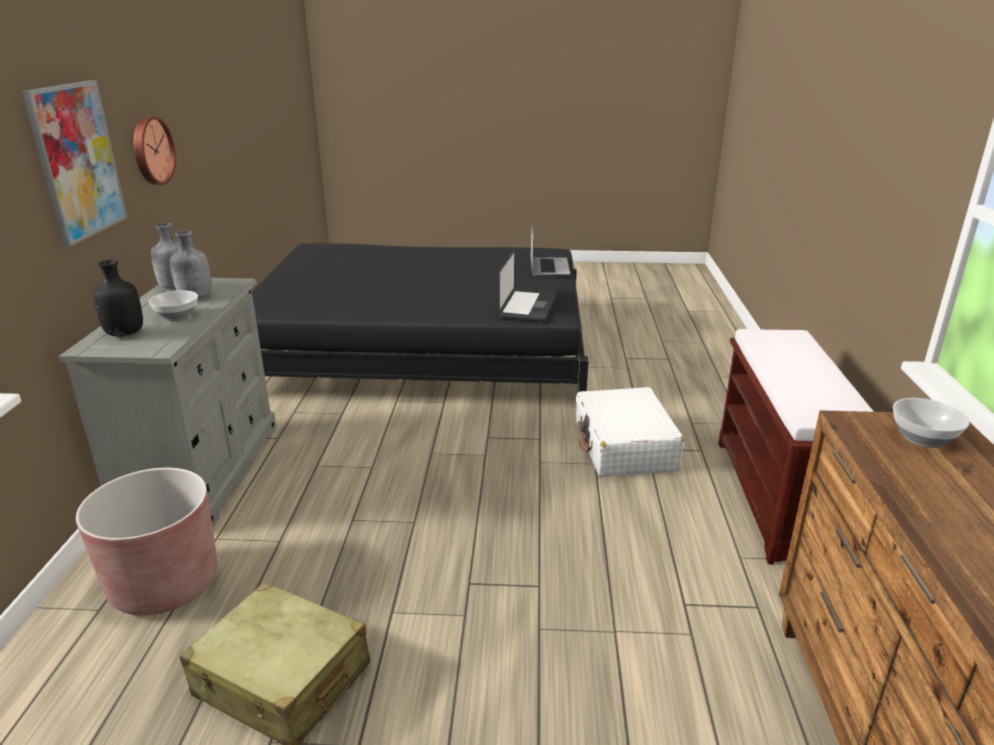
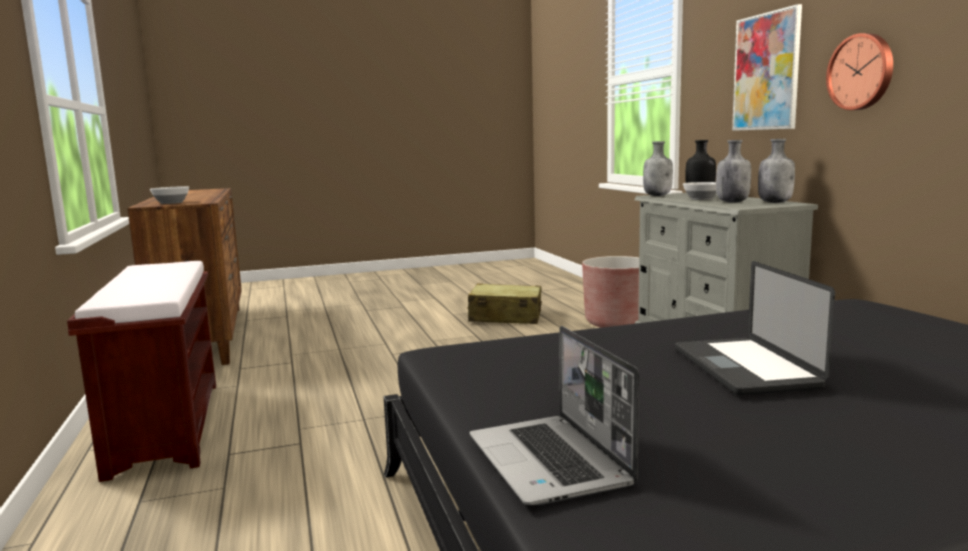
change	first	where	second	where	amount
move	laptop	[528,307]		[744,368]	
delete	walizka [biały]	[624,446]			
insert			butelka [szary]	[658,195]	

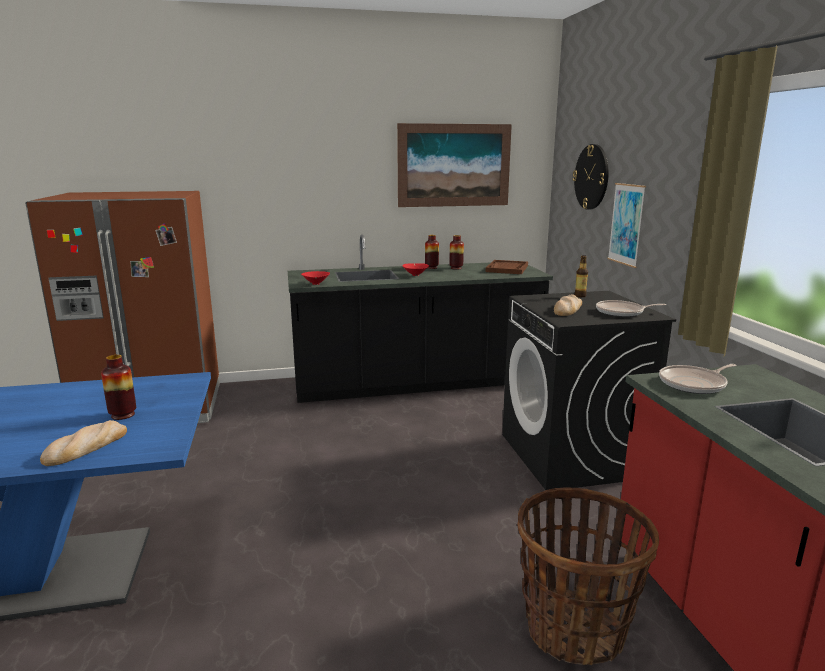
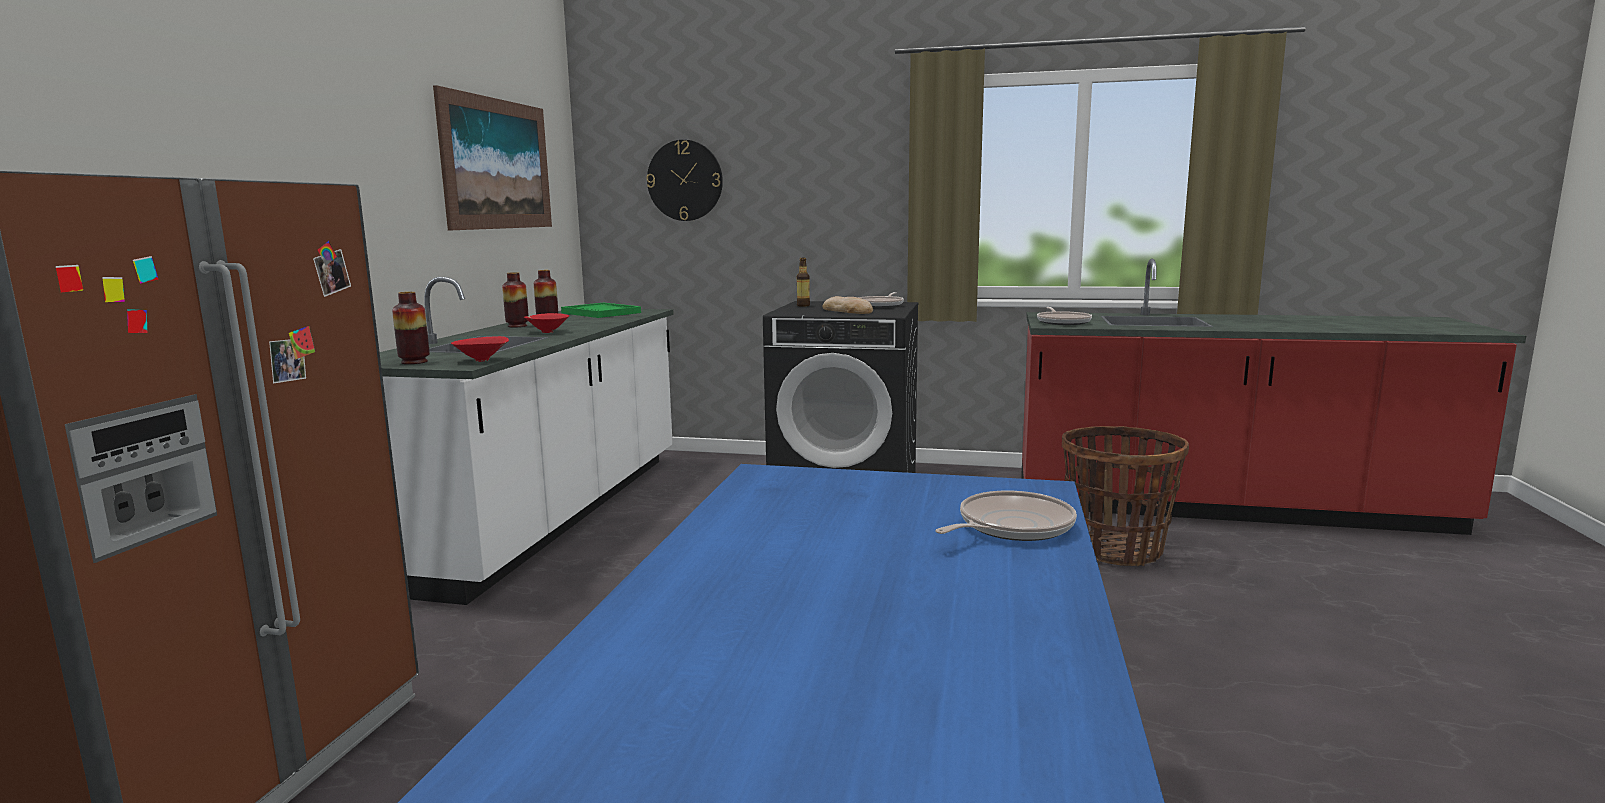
change	first	where	second	where	amount
replace	chleb	[86,447]	patelnia	[1011,526]	
move	wazon	[123,415]		[414,362]	
recolor	zabudowa kuchenna [czarny]	[417,383]	zabudowa kuchenna [biały]	[549,515]	
recolor	taca [brązowy]	[507,269]	taca [zielony]	[601,313]	
delete	obraz	[626,224]			

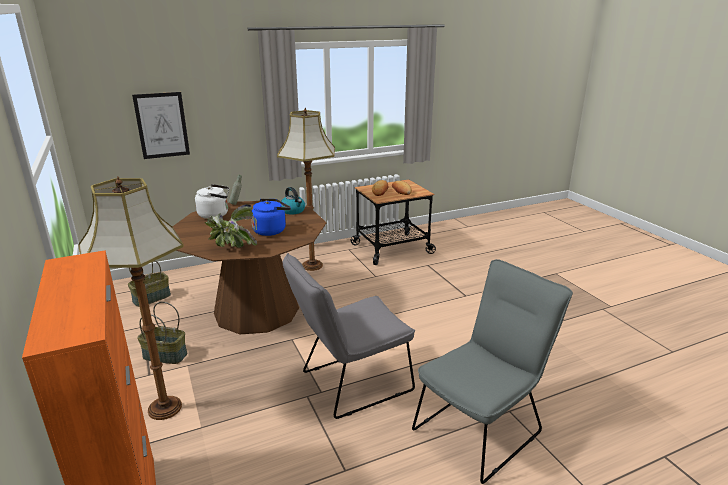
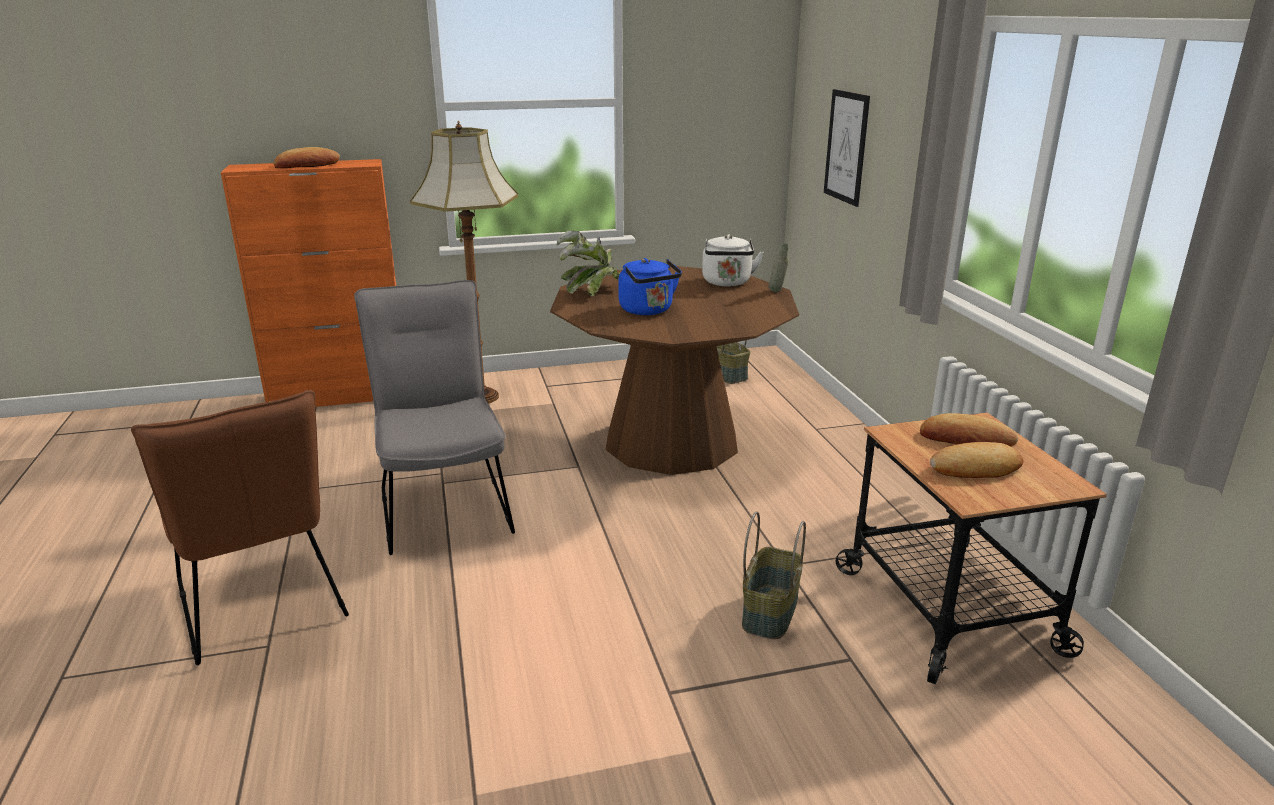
change	first	where	second	where	amount
move	koszyk	[164,356]		[769,611]	
delete	lampa stojąca	[311,265]			
delete	czajnik	[293,211]			
recolor	krzesło [szary]	[482,427]	krzesło [brązowy]	[263,607]	
insert			chleb	[307,165]	

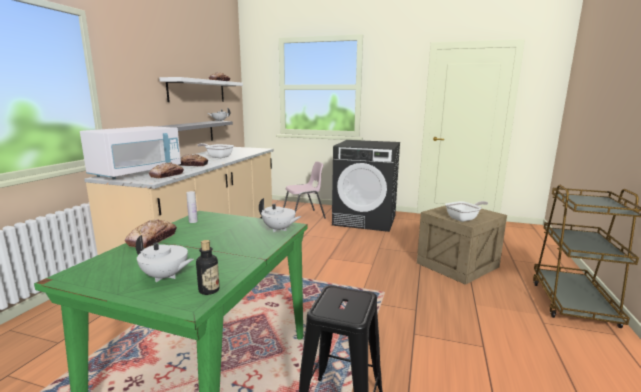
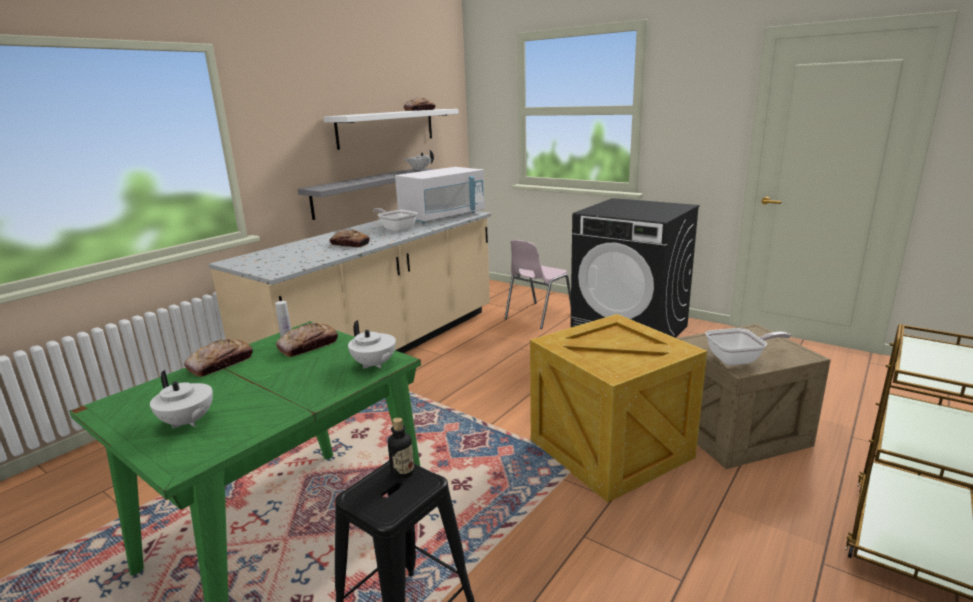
change	first	where	second	where	amount
move	mikrofalówka [biały]	[137,172]		[443,217]	
move	chleb	[167,175]		[308,346]	
move	butelka	[209,290]		[402,472]	
rotate	krzesło [różowy]	[304,216]		[537,316]	135 degrees clockwise
insert			skrzynka	[613,449]	

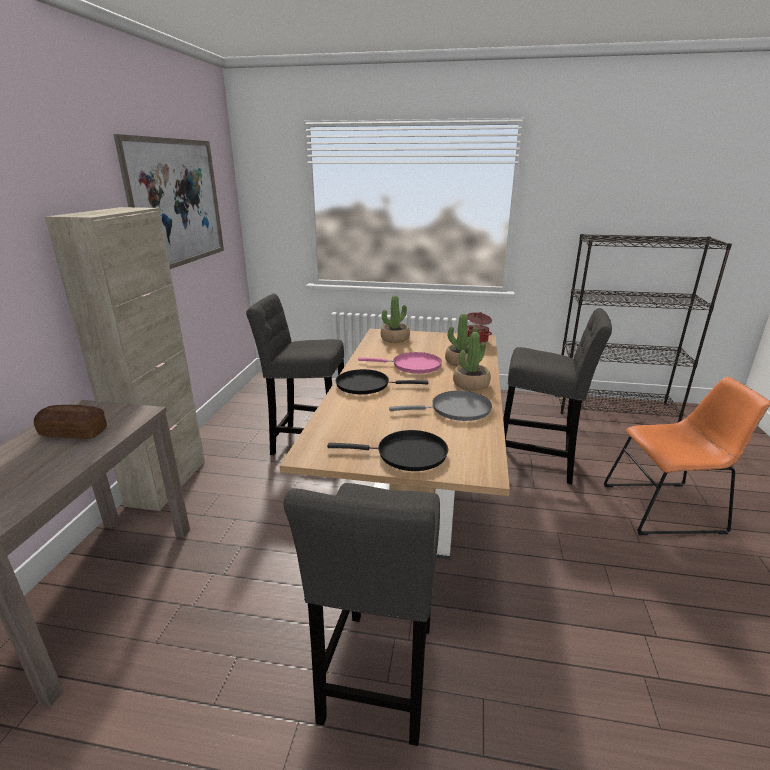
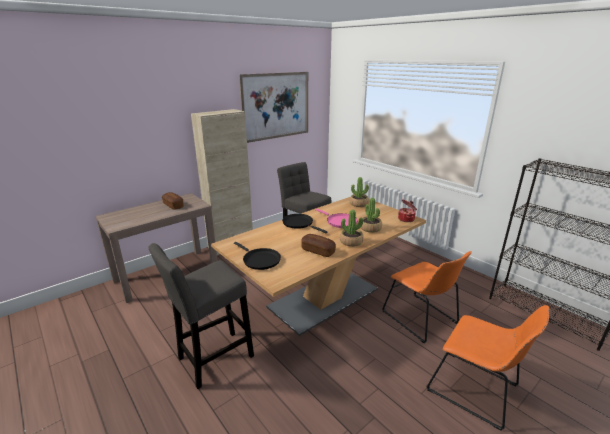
change	first	where	second	where	amount
replace	patelnia [szary]	[456,410]	chleb	[318,251]	
replace	stołek [szary]	[539,463]	krzesło [pomarańczowy]	[421,319]	

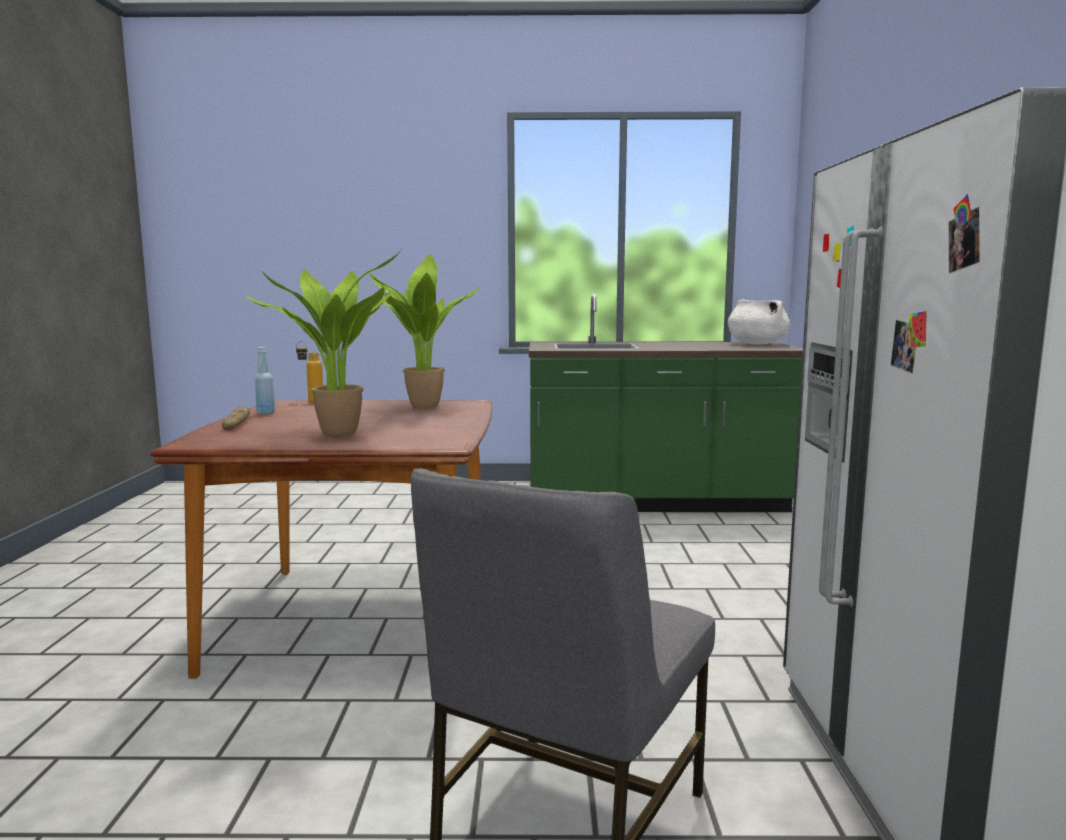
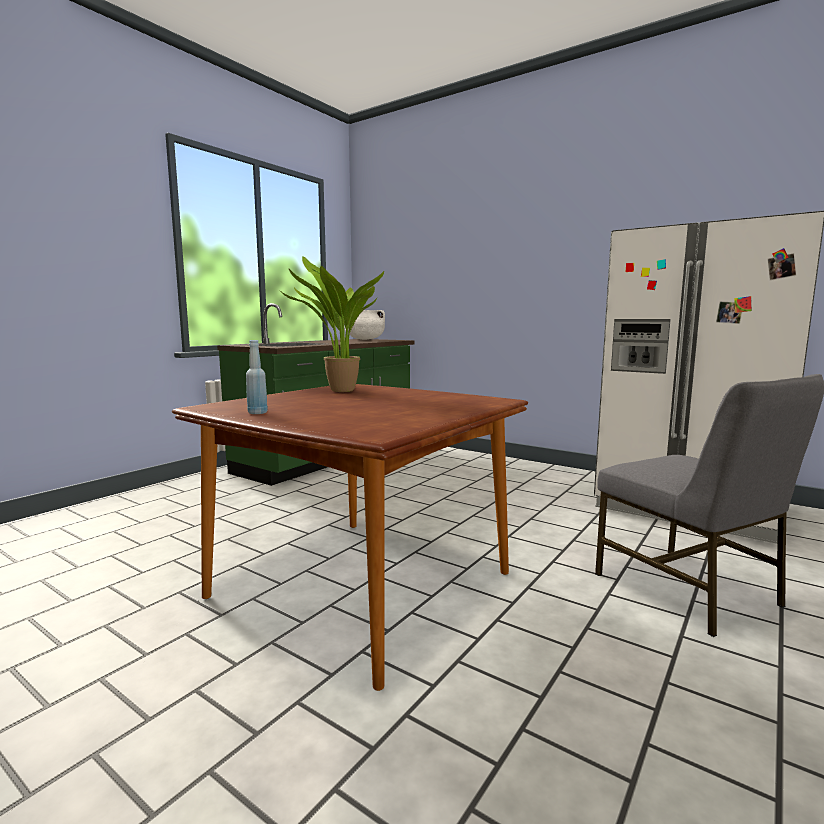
change	first	where	second	where	amount
delete	chleb	[236,424]			
delete	roślina doniczkowa	[341,433]			
delete	butelka	[310,401]			

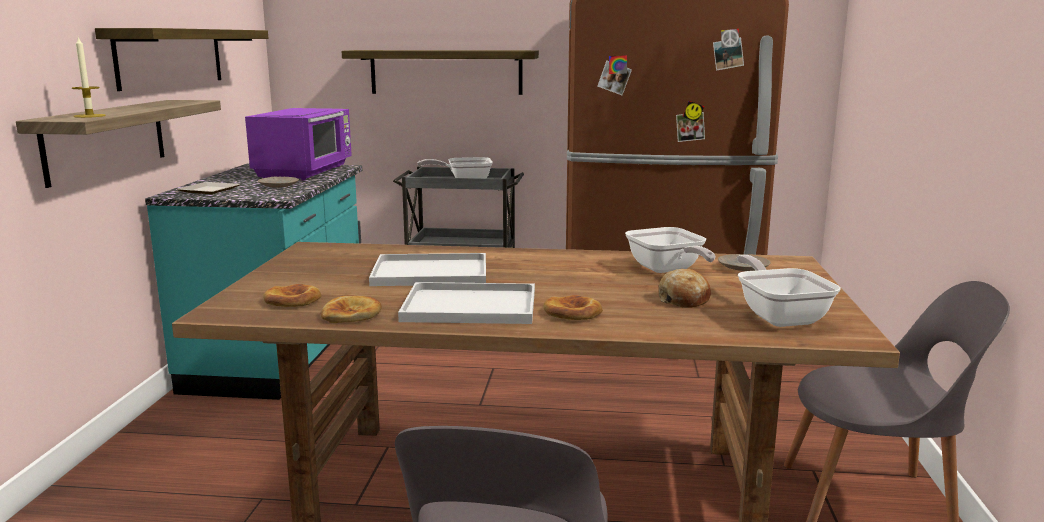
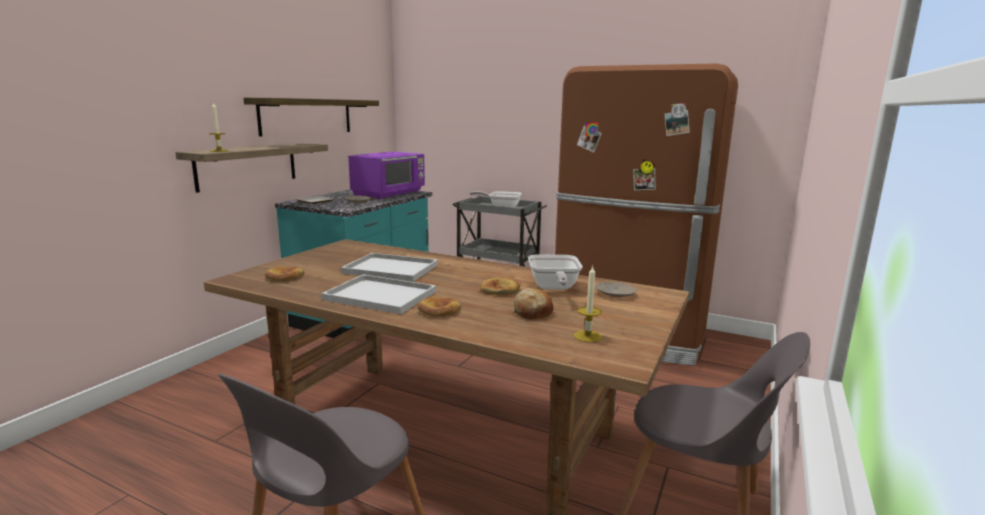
change	first	where	second	where	amount
move	chleb	[351,314]		[500,290]	
delete	półka	[446,72]			
replace	patelnia	[779,316]	świeca	[587,336]	

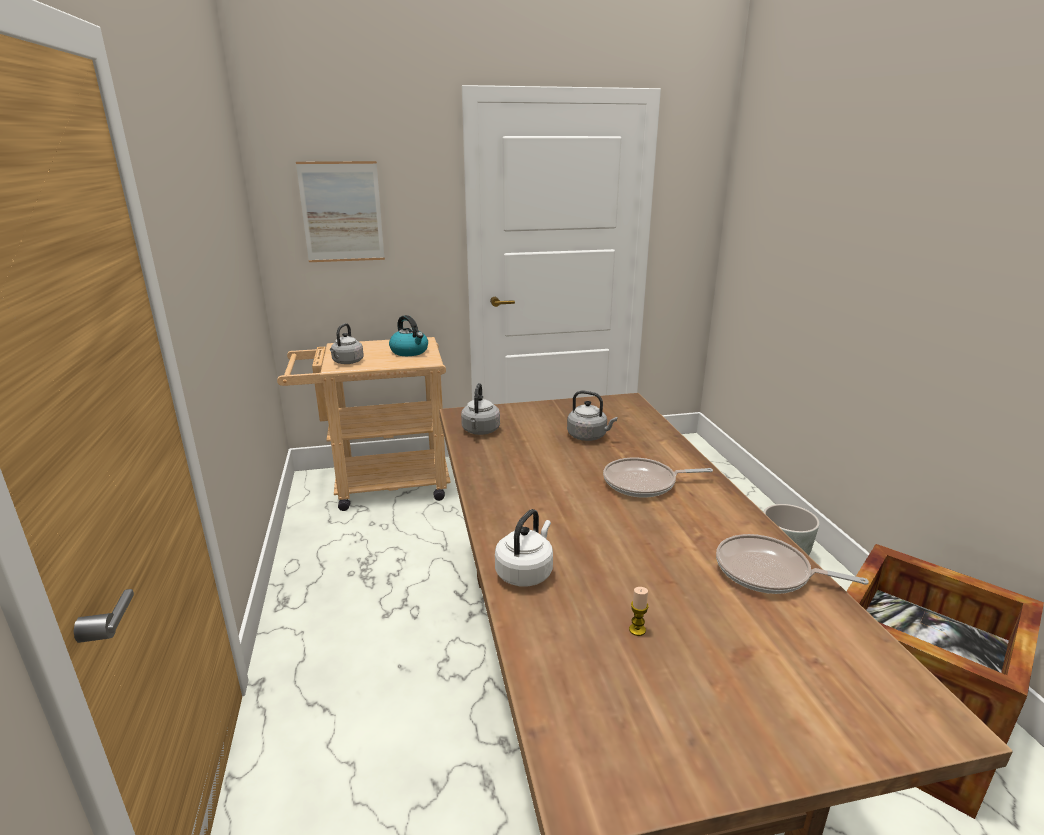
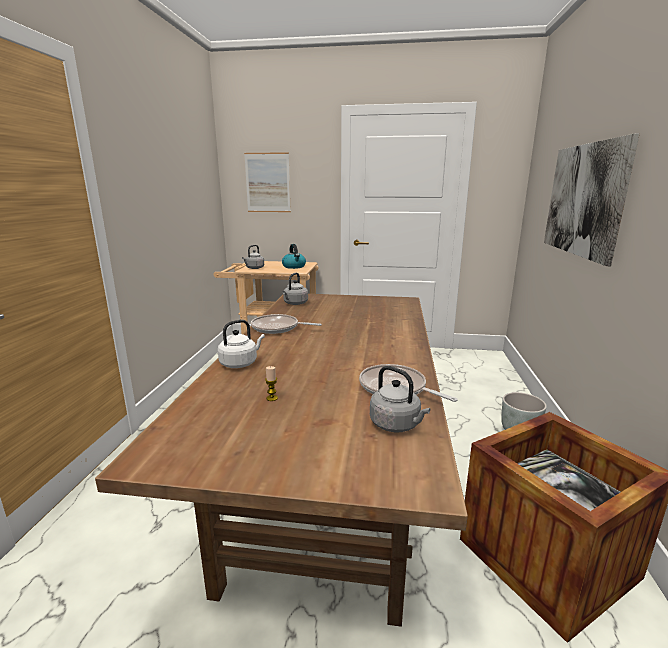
change	first	where	second	where	amount
move	czajnik [szary]	[589,436]		[397,425]	
move	patelnia	[644,483]		[278,328]	
insert			obraz	[583,200]	

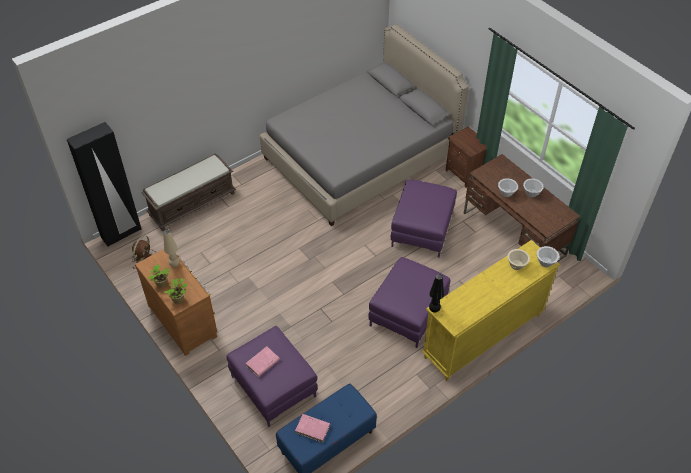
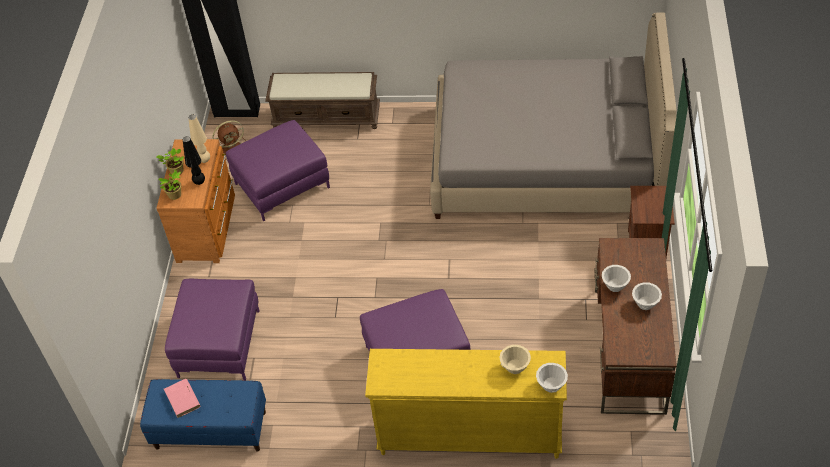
change	first	where	second	where	amount
delete	książka [różowy]	[262,363]			
move	pufa [fioletowy]	[422,230]		[282,185]	
move	lampa stołowa [czarny]	[434,310]		[199,182]	

